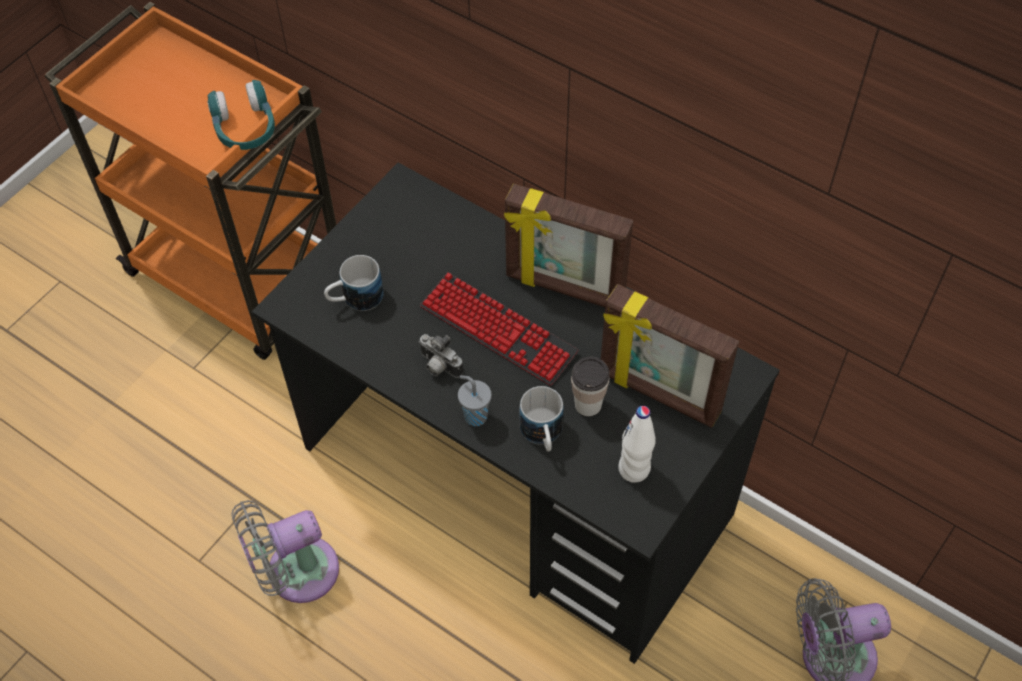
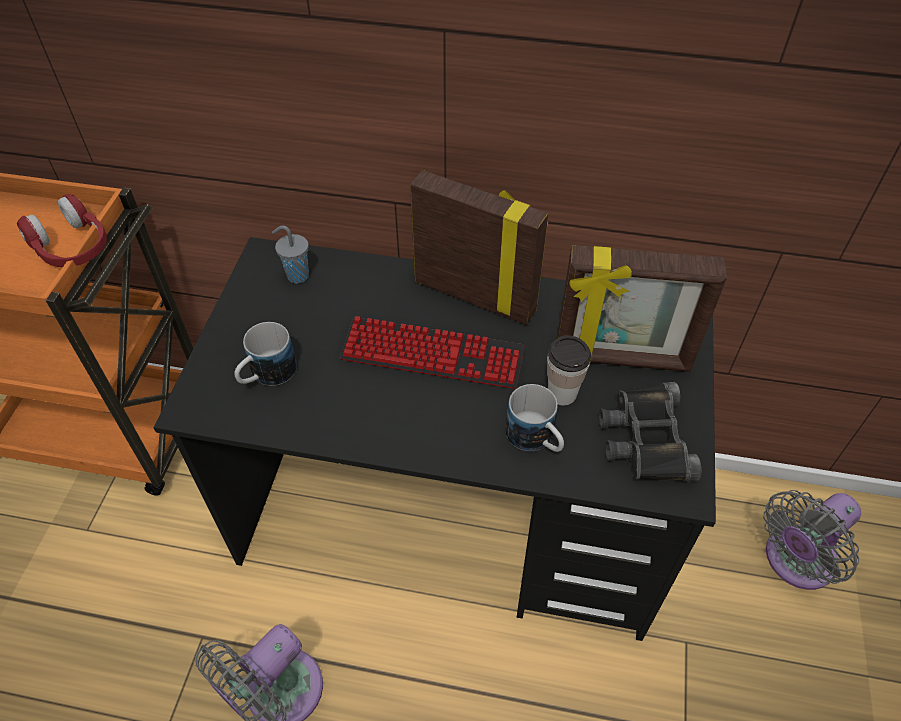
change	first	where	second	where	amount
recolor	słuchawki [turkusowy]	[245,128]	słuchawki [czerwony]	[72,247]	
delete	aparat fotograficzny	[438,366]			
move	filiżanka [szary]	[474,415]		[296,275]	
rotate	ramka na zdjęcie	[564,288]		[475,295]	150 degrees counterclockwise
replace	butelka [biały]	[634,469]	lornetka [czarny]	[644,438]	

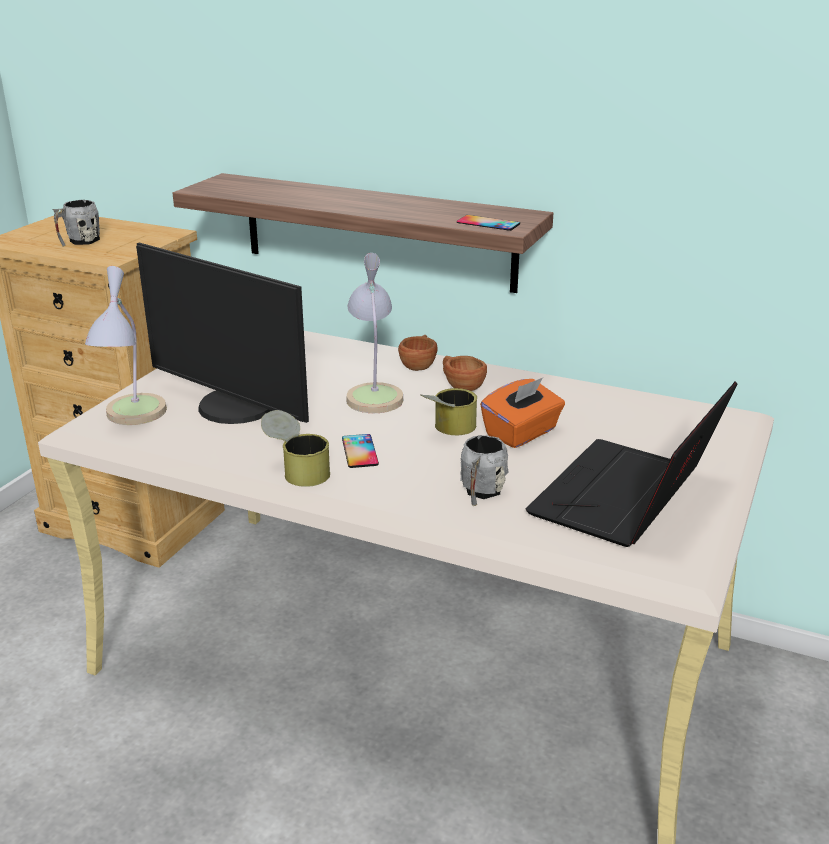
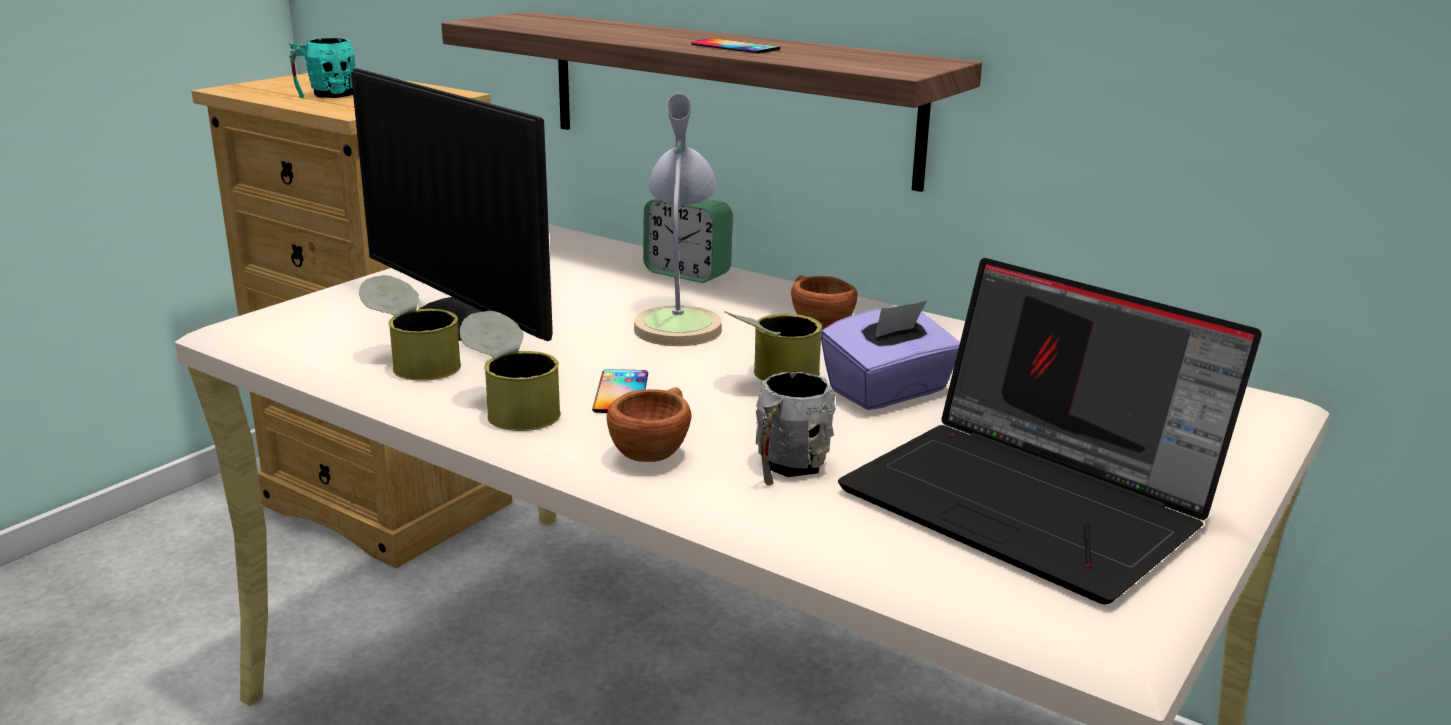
change	first	where	second	where	amount
recolor	kubek [szary]	[79,242]	kubek [turkusowy]	[326,95]	
delete	lampa stołowa	[131,417]			
move	filiżanka [brązowy]	[419,365]		[655,451]	
move	telefon	[488,223]		[735,47]	
recolor	pudełko chusteczek [pomarańczowy]	[522,433]	pudełko chusteczek [fioletowy]	[889,392]	
rotate	laptop	[627,499]		[1035,503]	90 degrees counterclockwise
insert			puszka	[414,362]	
insert			budzik	[687,273]	

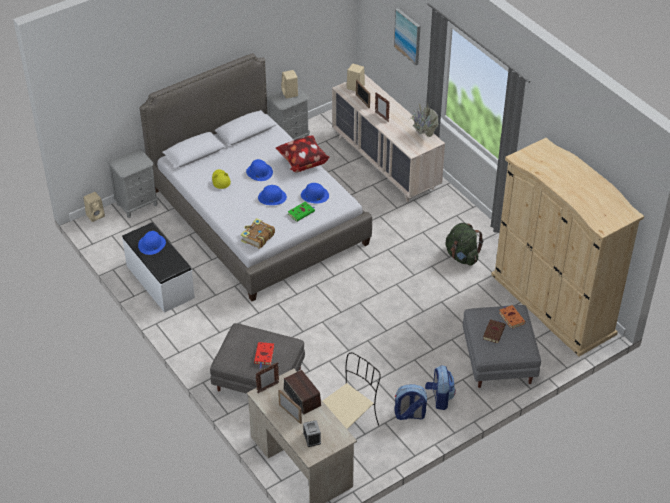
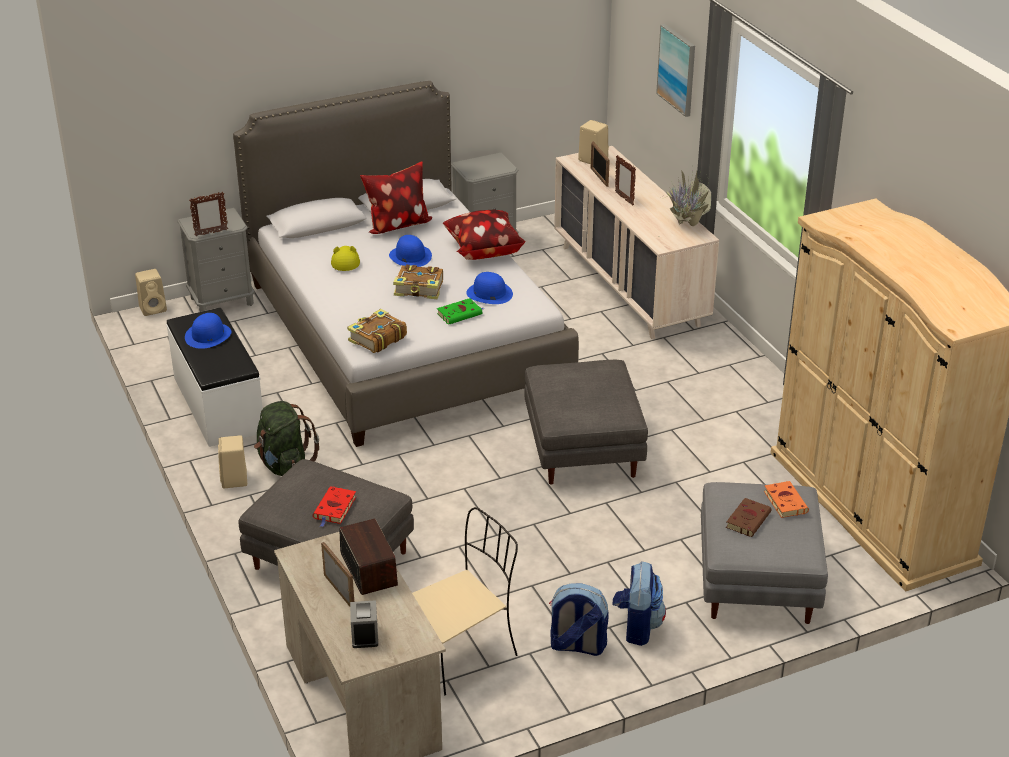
change	first	where	second	where	amount
move	ramka na zdjęcie	[267,388]		[211,233]	
replace	kapelusz [niebieski]	[272,197]	książka	[419,289]	
move	głośnik [beżowy]	[290,94]		[234,480]	
move	plecak [zielony]	[462,256]		[285,465]	
insert			poduszka	[397,225]	
insert			pufa [szary]	[584,448]	

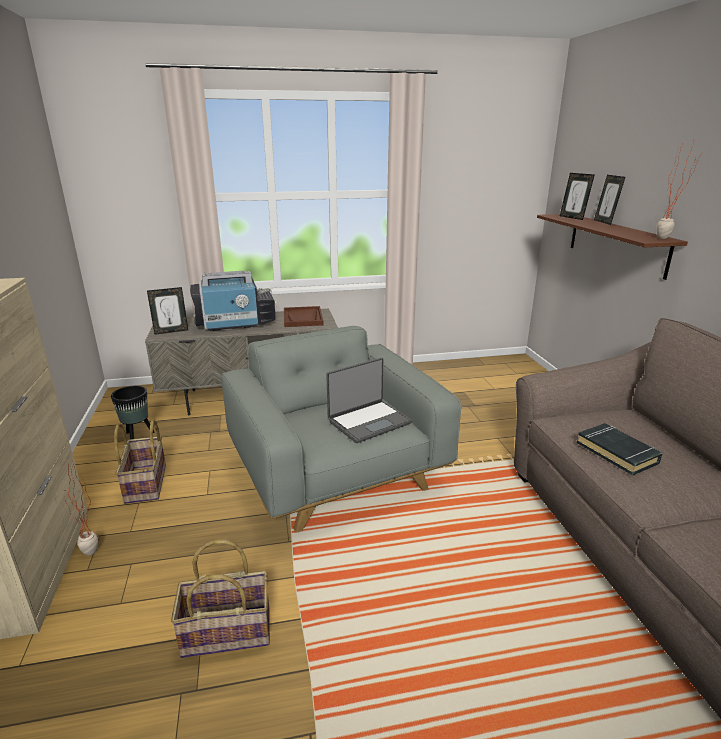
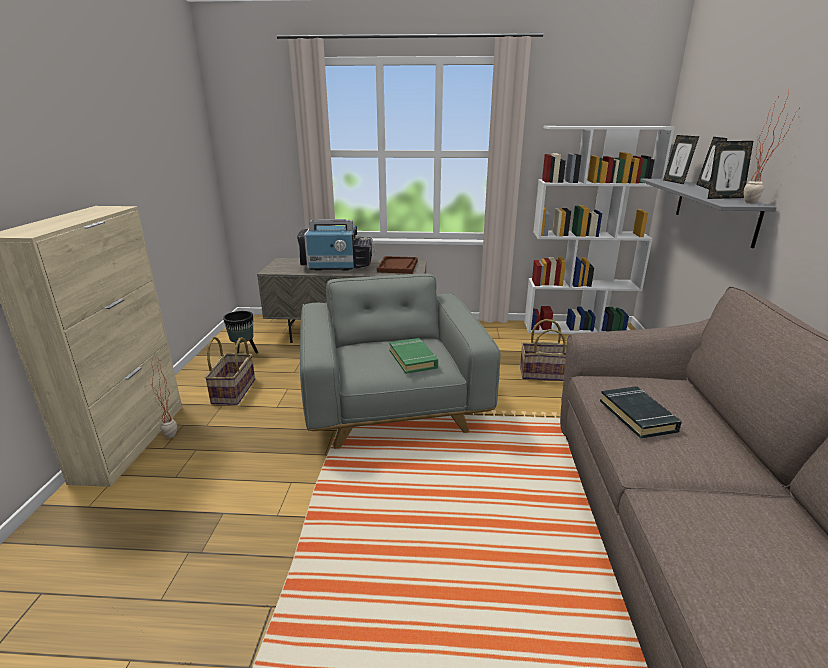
change	first	where	second	where	amount
move	ramka na zdjęcie	[171,331]		[723,198]	
move	koszyk	[227,630]		[544,374]	
replace	laptop	[368,421]	książka [zielony]	[413,359]	
recolor	półka [brązowy]	[616,243]	półka [szary]	[714,209]	
insert			regał [biały]	[577,328]	

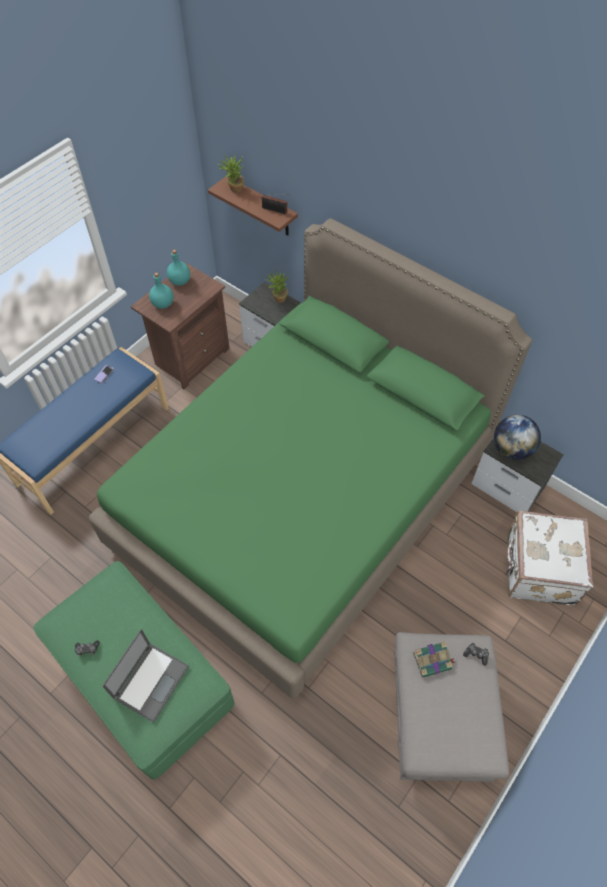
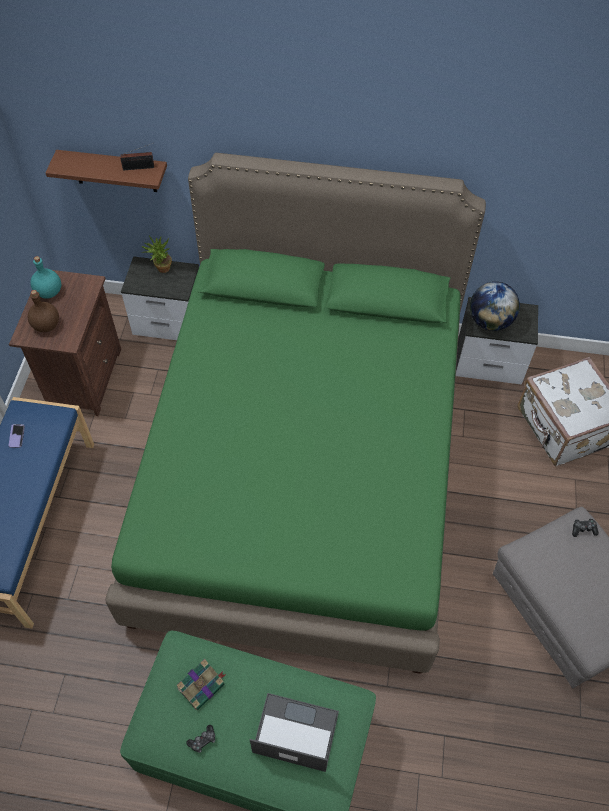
change	first	where	second	where	amount
rotate	laptop	[151,680]		[294,732]	75 degrees counterclockwise
recolor	butelka [turkusowy]	[163,304]	butelka [brązowy]	[47,325]	
delete	roślina doniczkowa	[234,189]			
move	książka	[432,660]		[201,685]	

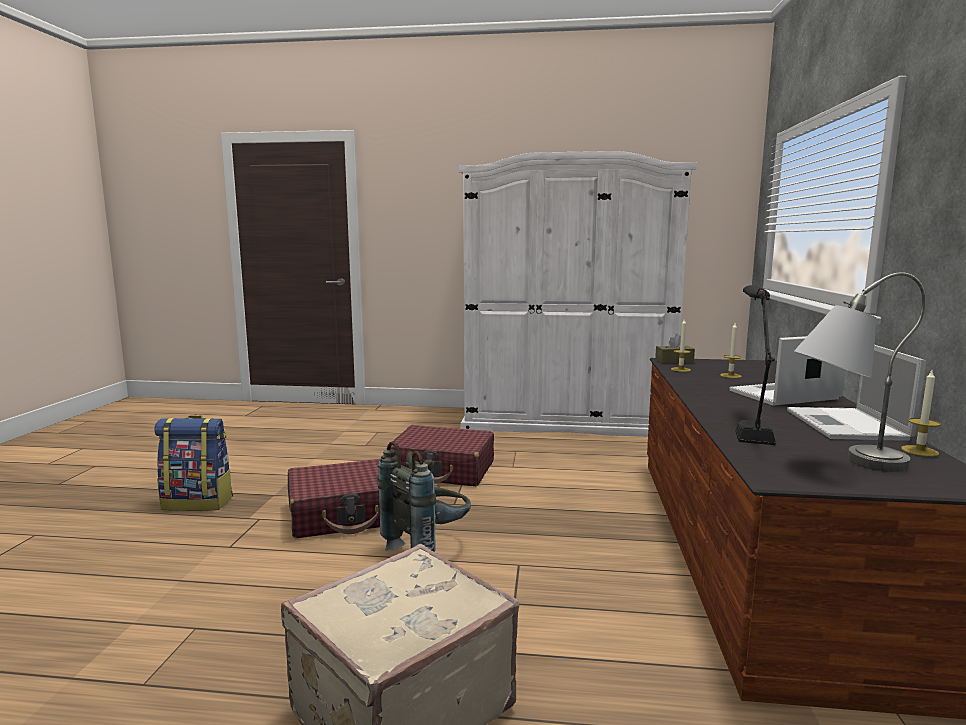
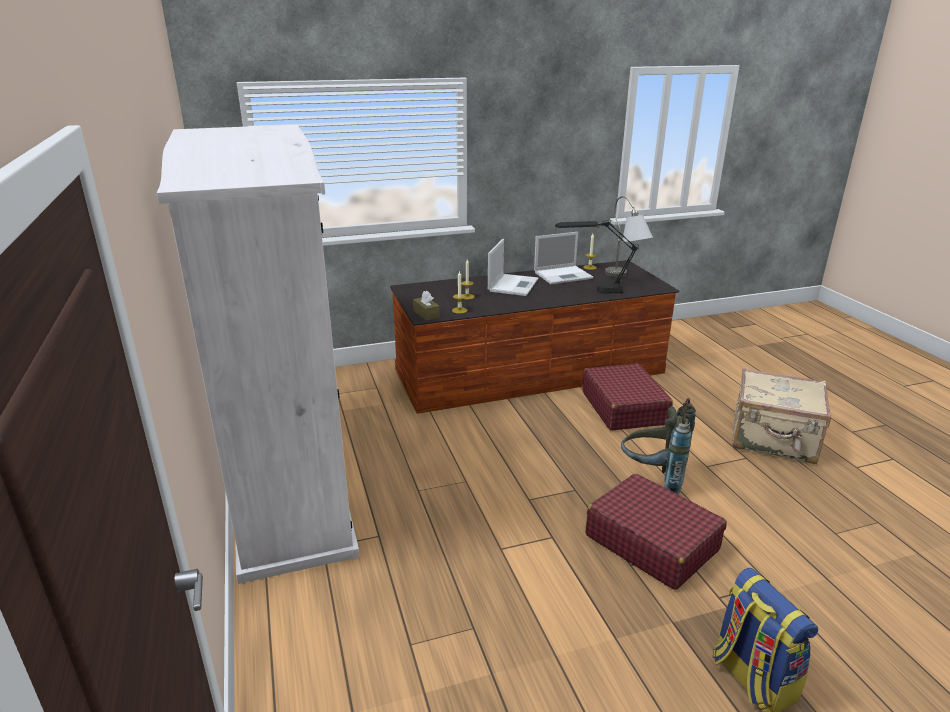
change	first	where	second	where	amount
move	walizka [czerwony]	[443,470]		[623,408]	
rotate	laptop	[782,395]		[513,285]	120 degrees counterclockwise

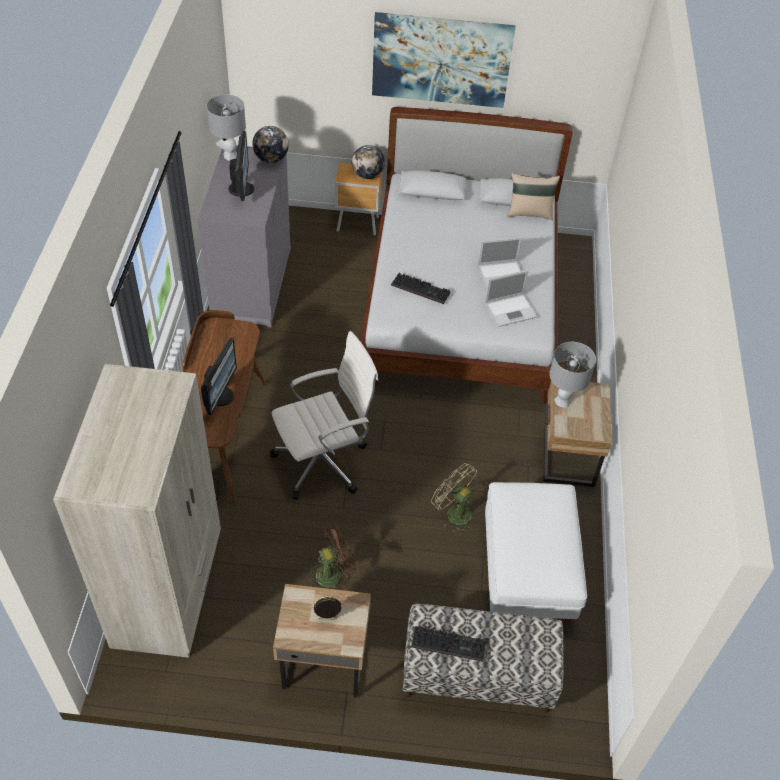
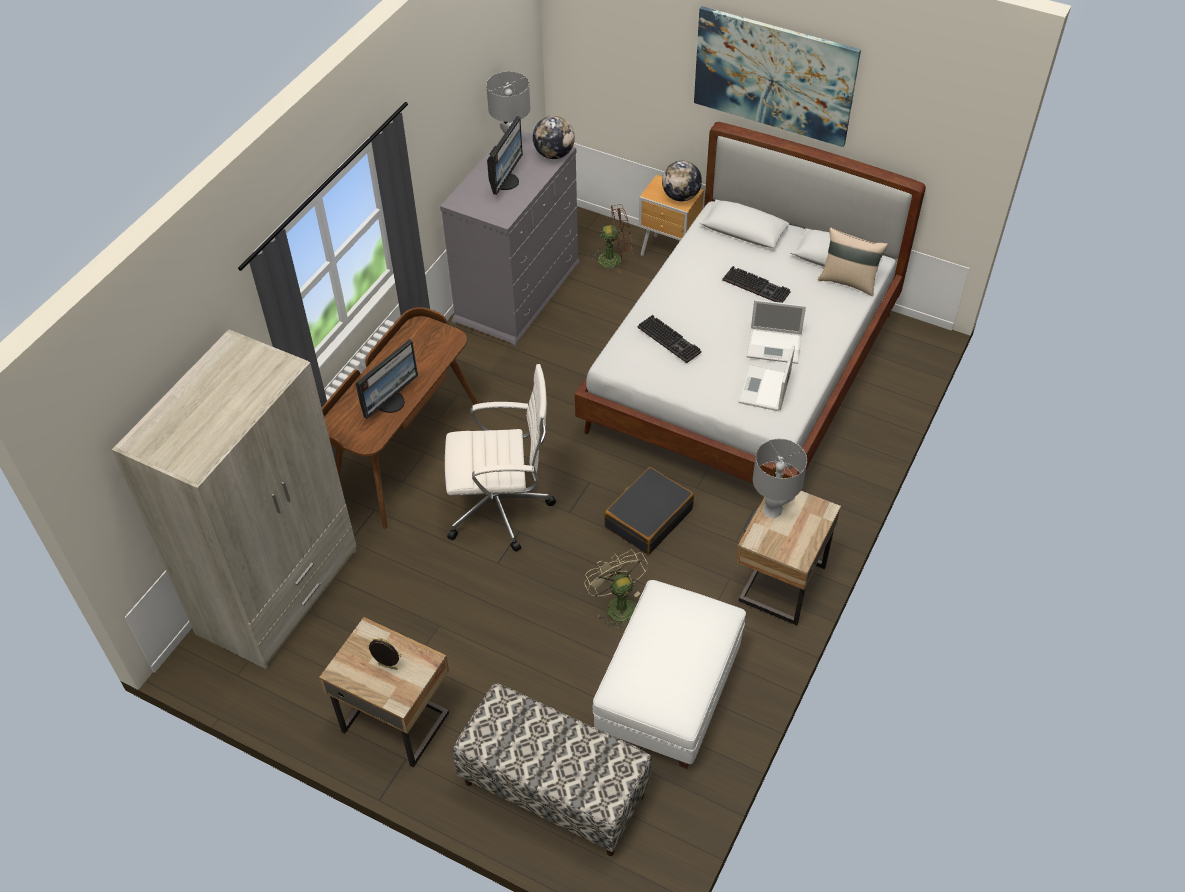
change	first	where	second	where	amount
move	wentylator [brązowy]	[333,573]		[615,259]	
move	klawiatura	[450,643]		[757,286]	
rotate	laptop	[511,310]		[764,389]	105 degrees clockwise
insert			walizka [czarny]	[648,518]	

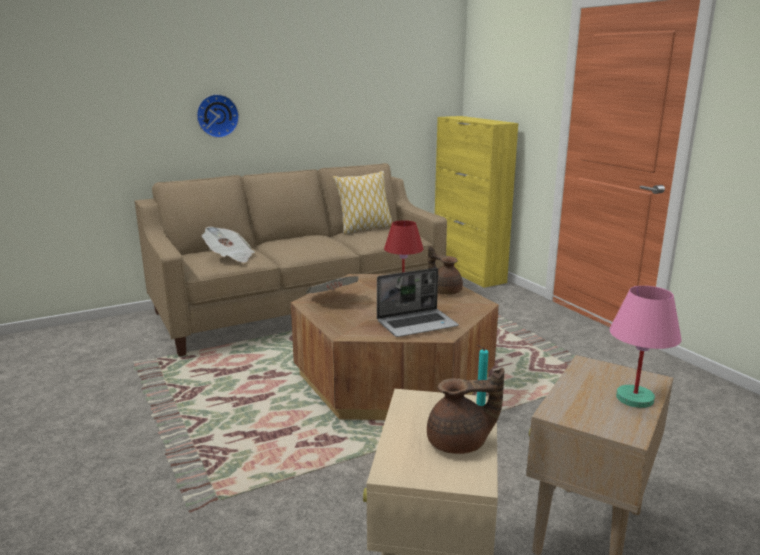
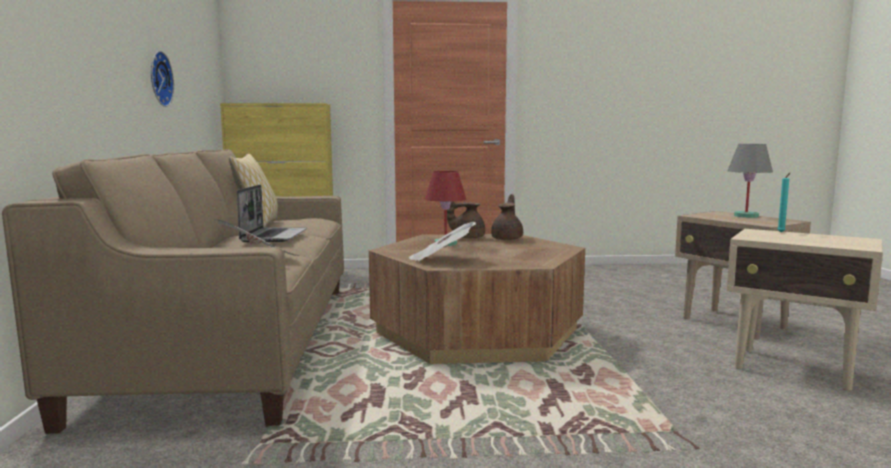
change	first	where	second	where	amount
move	zegar ścienny	[217,115]		[158,79]	
move	laptop	[417,324]		[273,236]	
move	imbryk [brązowy]	[460,443]		[508,239]	
recolor	lampa stołowa [różowy]	[635,399]	lampa stołowa [szary]	[746,216]	

